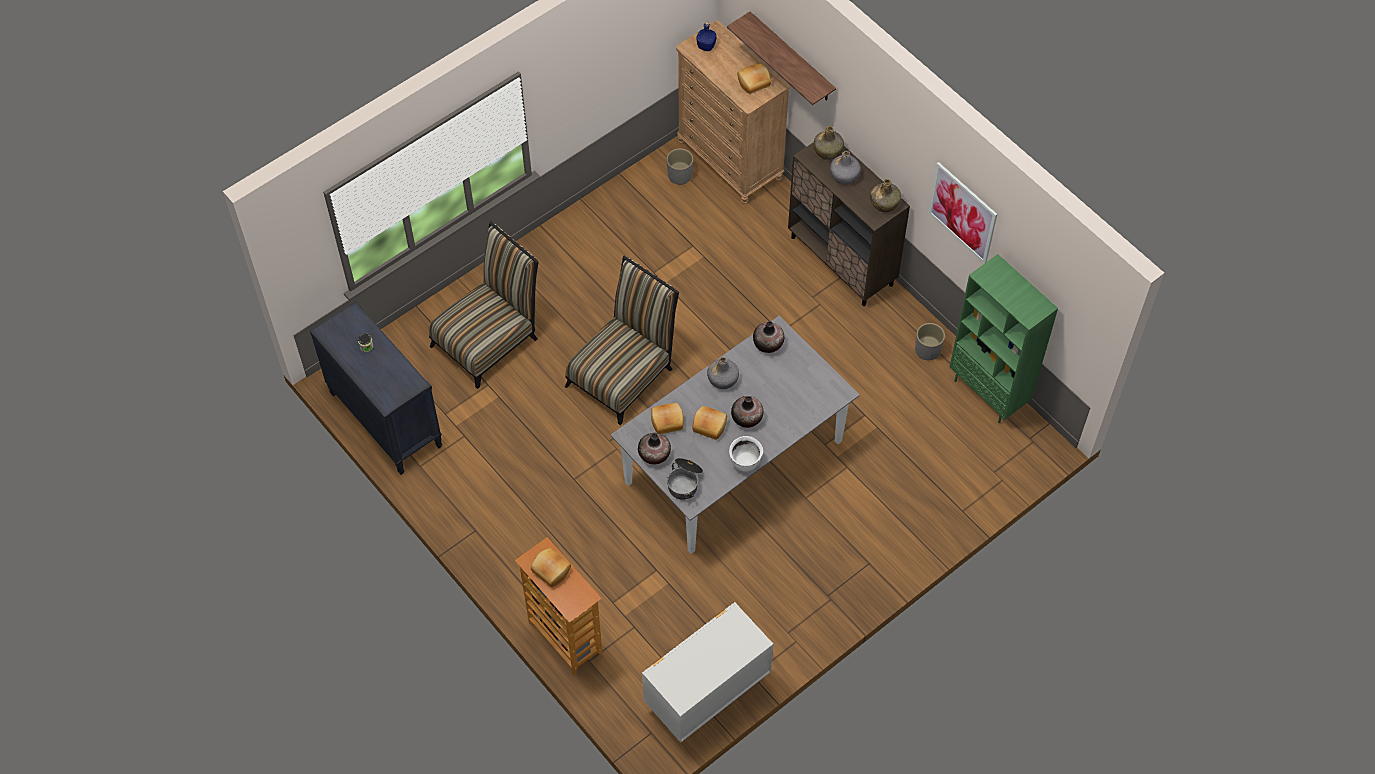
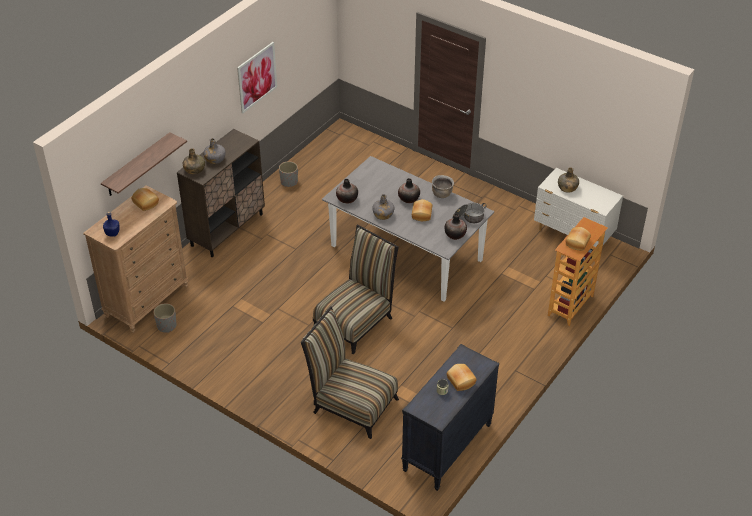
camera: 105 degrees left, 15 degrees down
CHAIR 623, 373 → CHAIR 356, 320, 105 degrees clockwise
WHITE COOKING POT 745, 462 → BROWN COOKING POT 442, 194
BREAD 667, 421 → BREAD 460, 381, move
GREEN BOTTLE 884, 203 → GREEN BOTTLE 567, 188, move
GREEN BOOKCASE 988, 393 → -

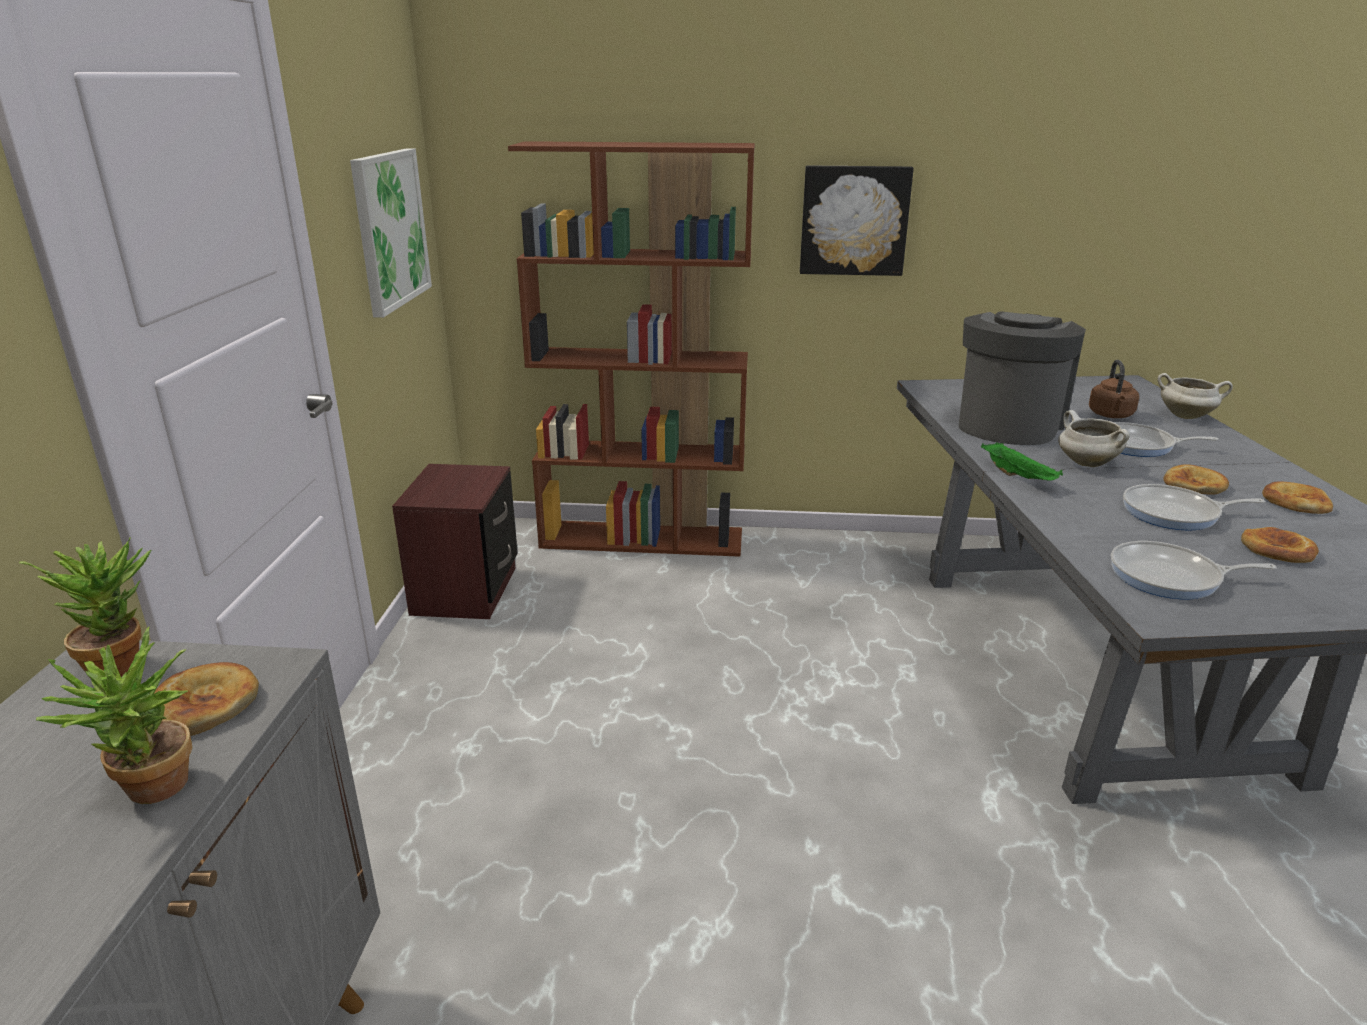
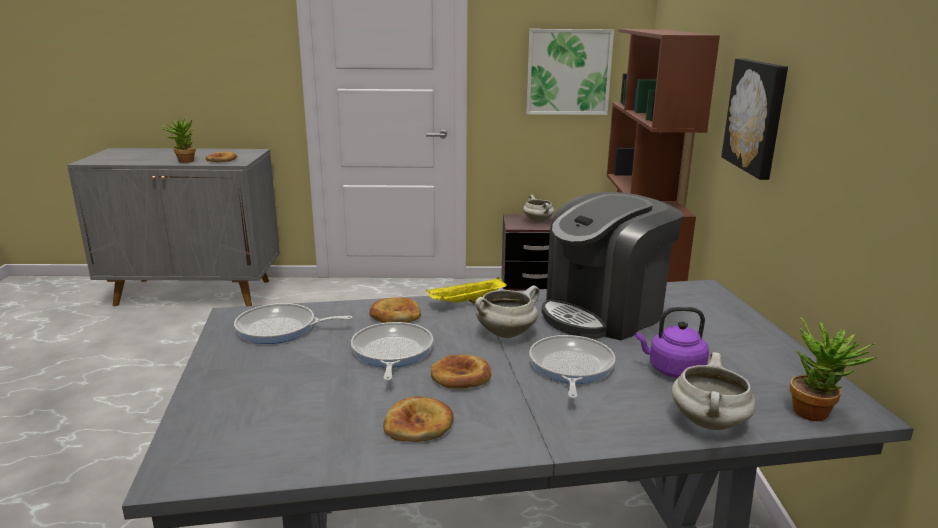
camera: 85 degrees right, 5 degrees down
FRYING PAN 1171, 577 → FRYING PAN 281, 329, 90 degrees counterclockwise
BREAD 1277, 550 → BREAD 395, 315, move
GREEN TRAY 1019, 477 → YELLOW TRAY 466, 303
- → WHITE COOKING POT 538, 221
COFFEE MACHINE 1008, 424 → COFFEE MACHINE 604, 313, 120 degrees clockwise
BROWN KETTLE 1111, 415 → PURPLE KETTLE 672, 370
POTTED PLANT 121, 662 → POTTED PLANT 817, 413, move

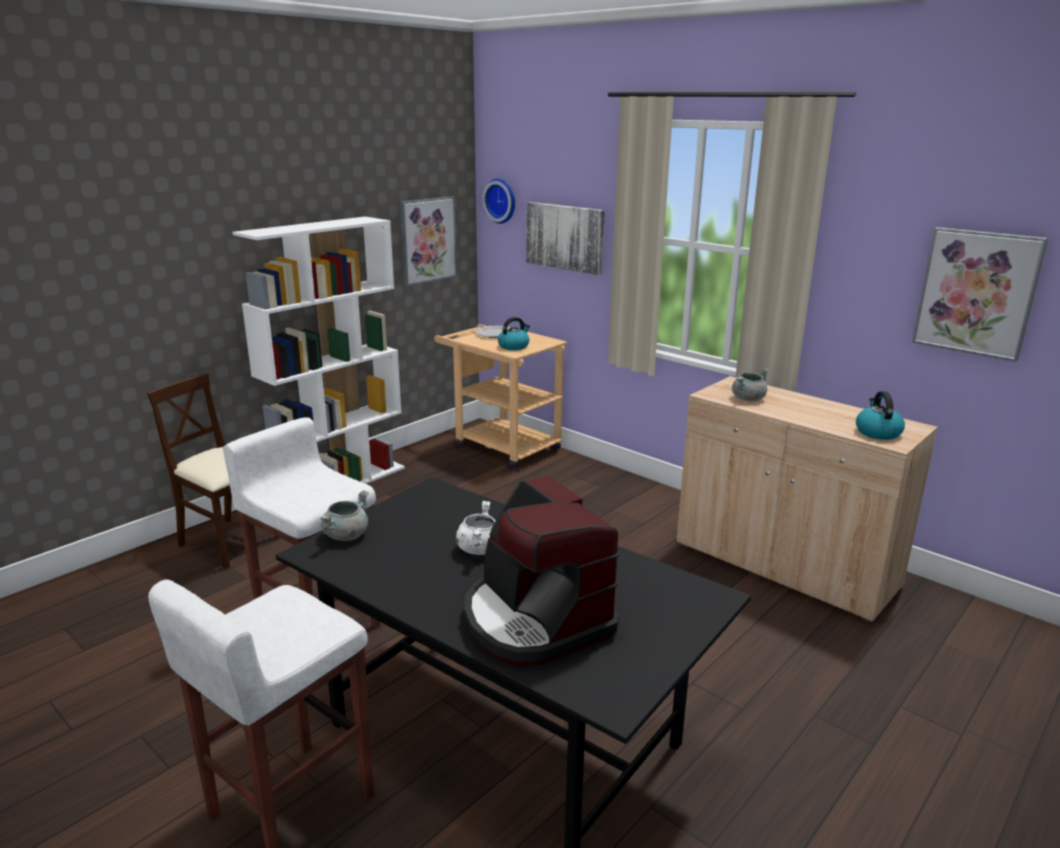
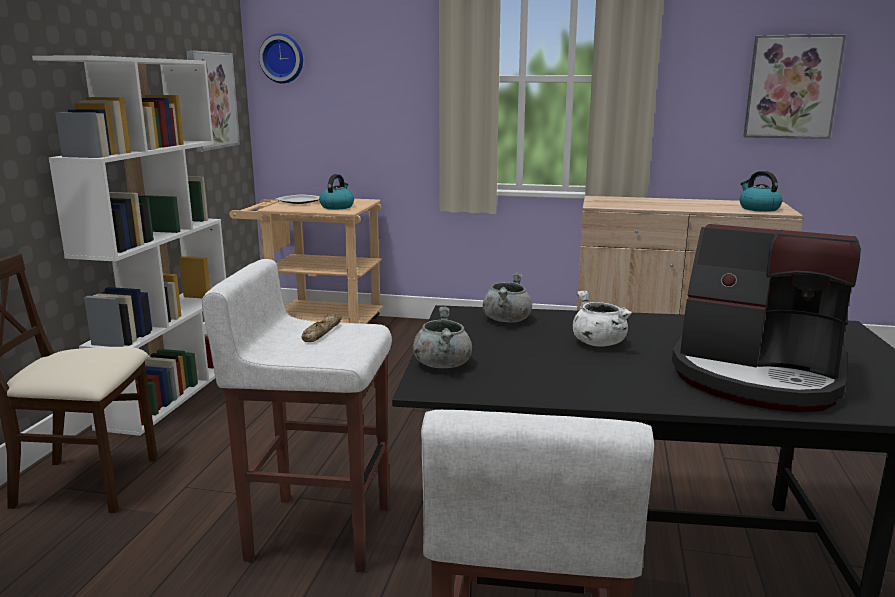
camera: 30 degrees left, 5 degrees down
- → BREAD 321, 332
GREY COOKING POT 748, 398 → GREY COOKING POT 506, 319, move
PICTURE 565, 237 → -

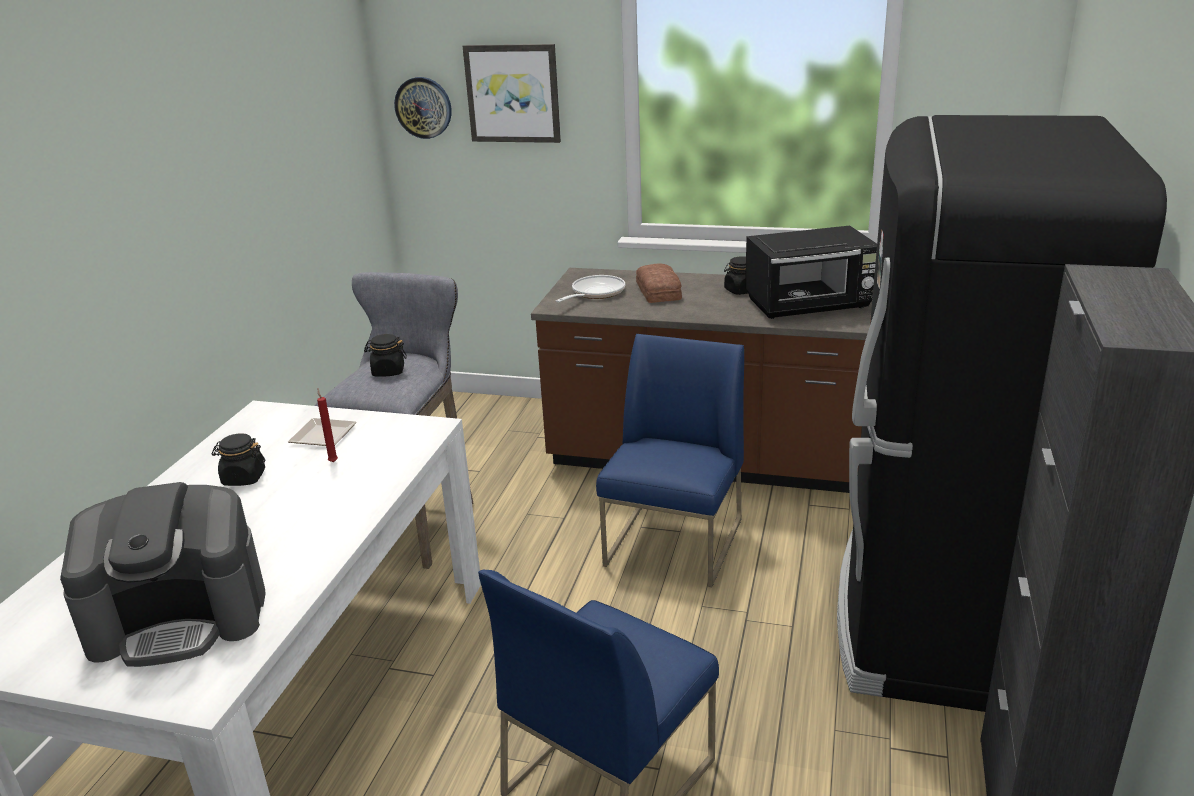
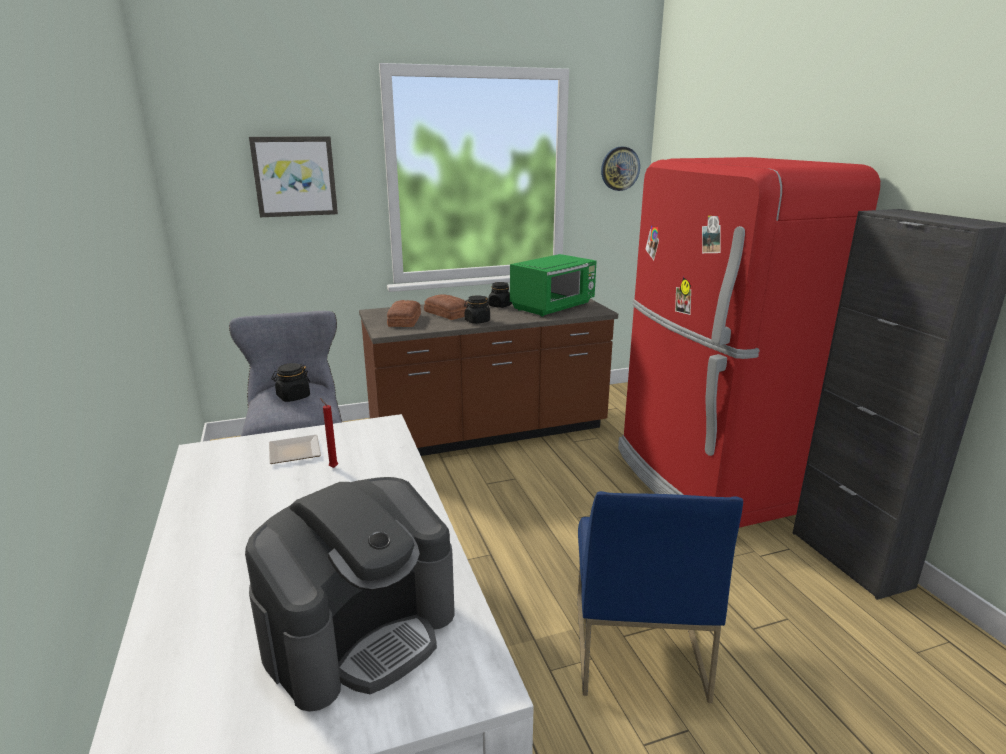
camera: 35 degrees left, 5 degrees down
FRYING PAN 595, 293 → BREAD 403, 320
BLACK JAR 243, 478 → BLACK JAR 477, 321, move
BLACK MICROWAVE 810, 305 → GREEN MICROWAVE 553, 307
WALL CLOCK 423, 107 → WALL CLOCK 620, 168, move
BLACK FRIDGE 936, 617 → RED FRIDGE 703, 479
BLUE CHAIR 675, 543 → -

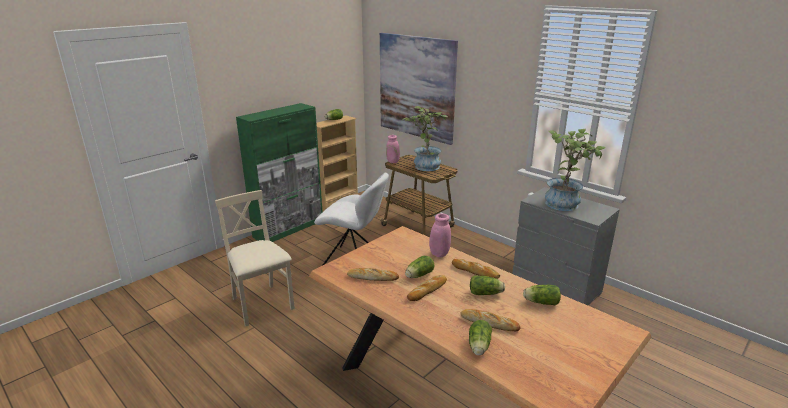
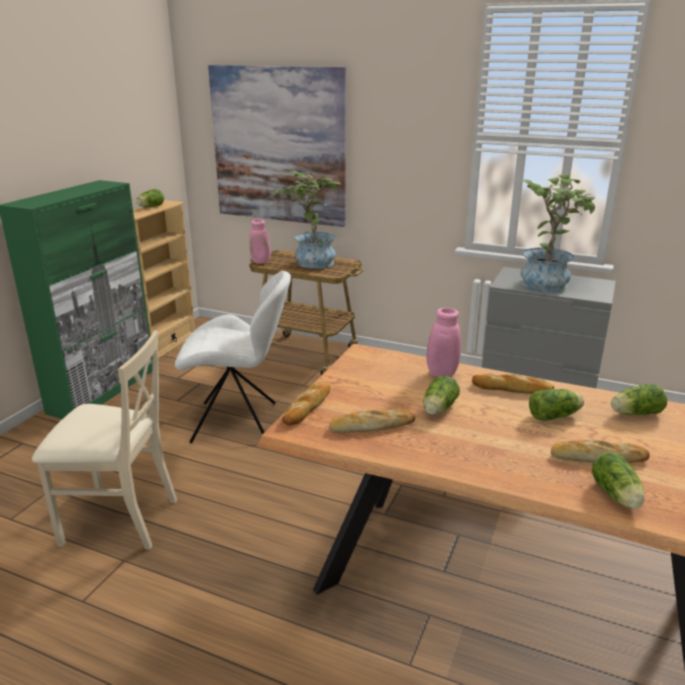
camera: 20 degrees left, 0 degrees up
BEIGE CHAIR 262, 304 → BEIGE CHAIR 119, 519, 150 degrees clockwise
BREAD 427, 290 → BREAD 307, 407, move

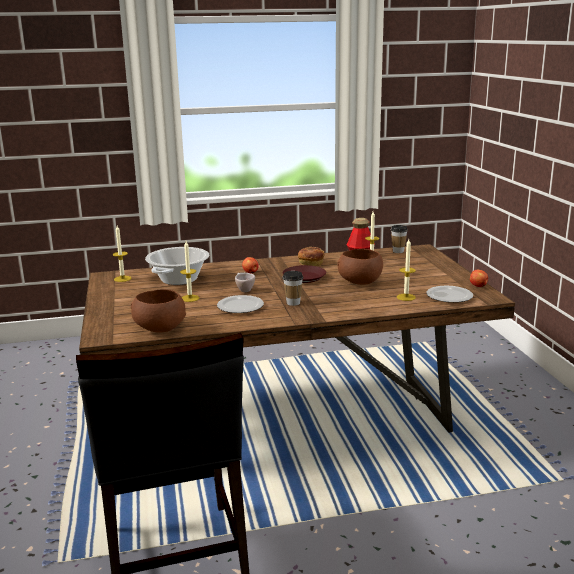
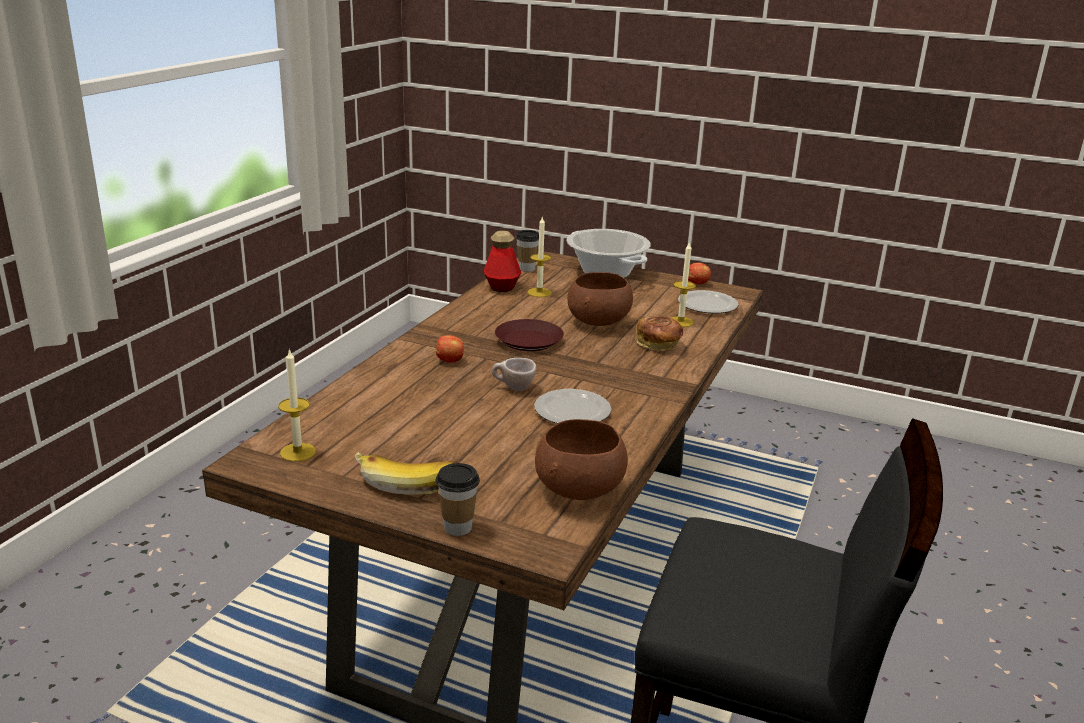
camera: 55 degrees left, 5 degrees up
- → BANANA 409, 481
CUP 293, 303 → CUP 457, 527, move
COOKING POT 179, 279 → COOKING POT 606, 272, move
BREAD 310, 263 → BREAD 658, 344, move
CANDLE 190, 298 → -

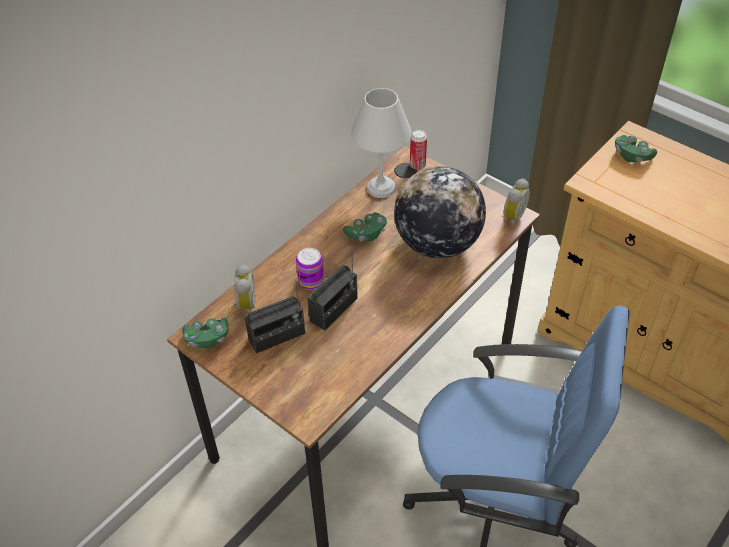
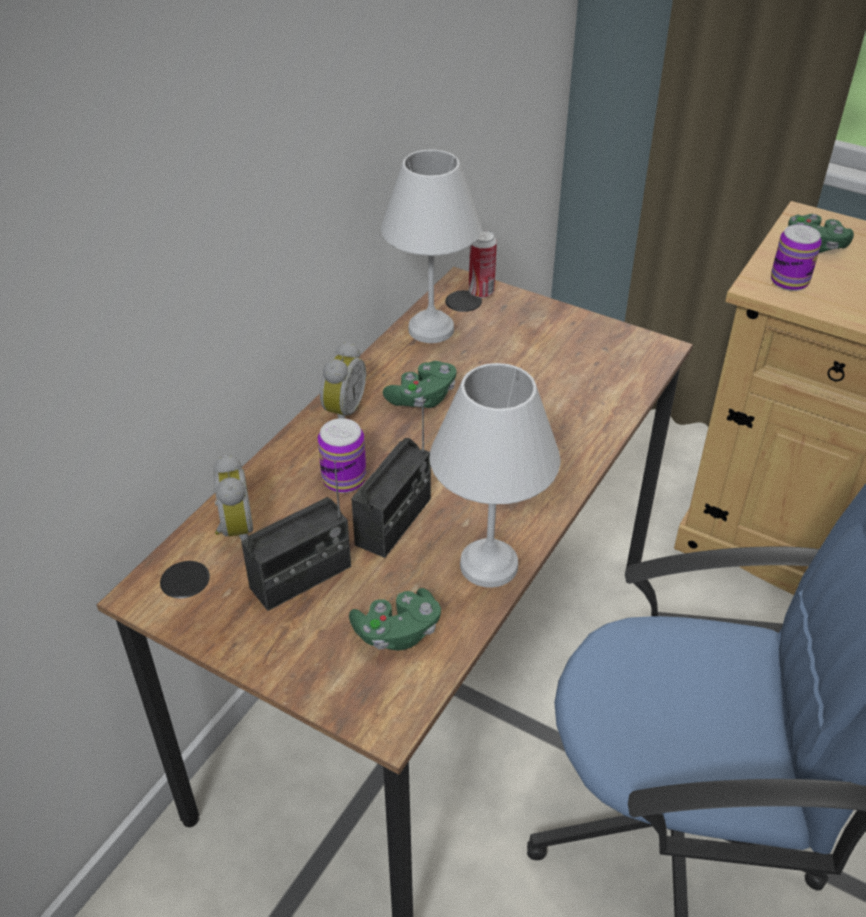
camera: 10 degrees left, 5 degrees down
ALARM CLOCK 512, 217 → ALARM CLOCK 342, 411, move
GREEN GAME CONTROLLER 207, 339 → GREEN GAME CONTROLLER 397, 632, move
- → WHITE TABLE LAMP 490, 563
- → CAN 789, 281
GLOBE 437, 244 → -

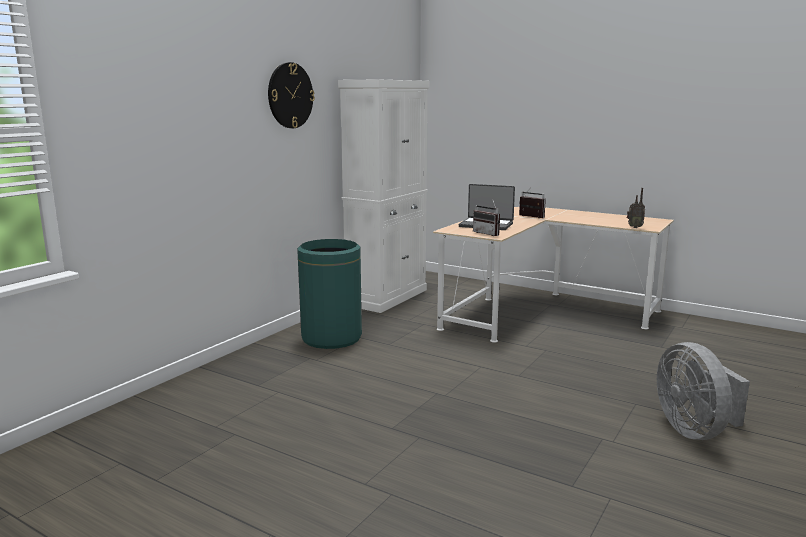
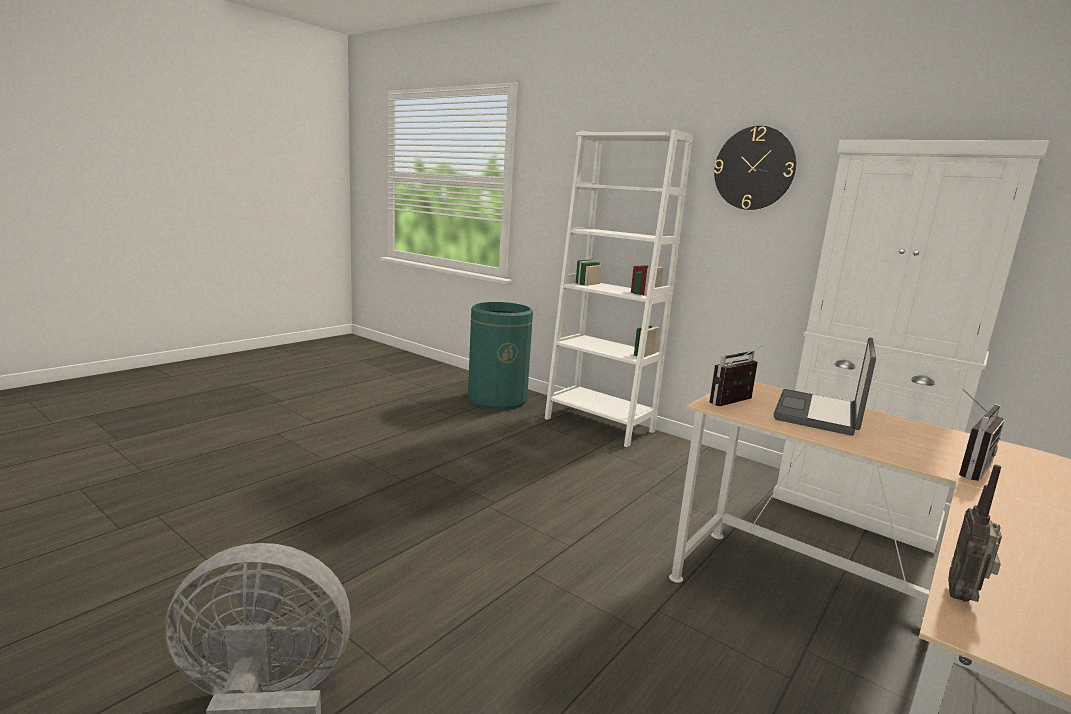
camera: 95 degrees right, 0 degrees up
GREEN TRASH CAN 331, 338 → GREEN TRASH CAN 497, 399, move
- → WHITE BOOKCASE 599, 425

